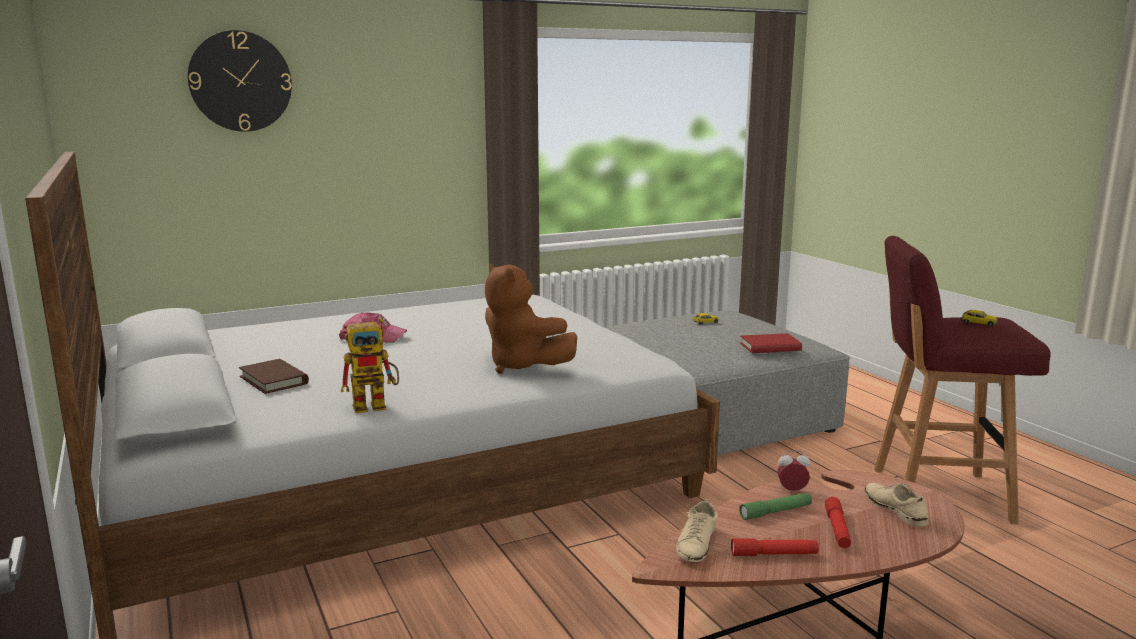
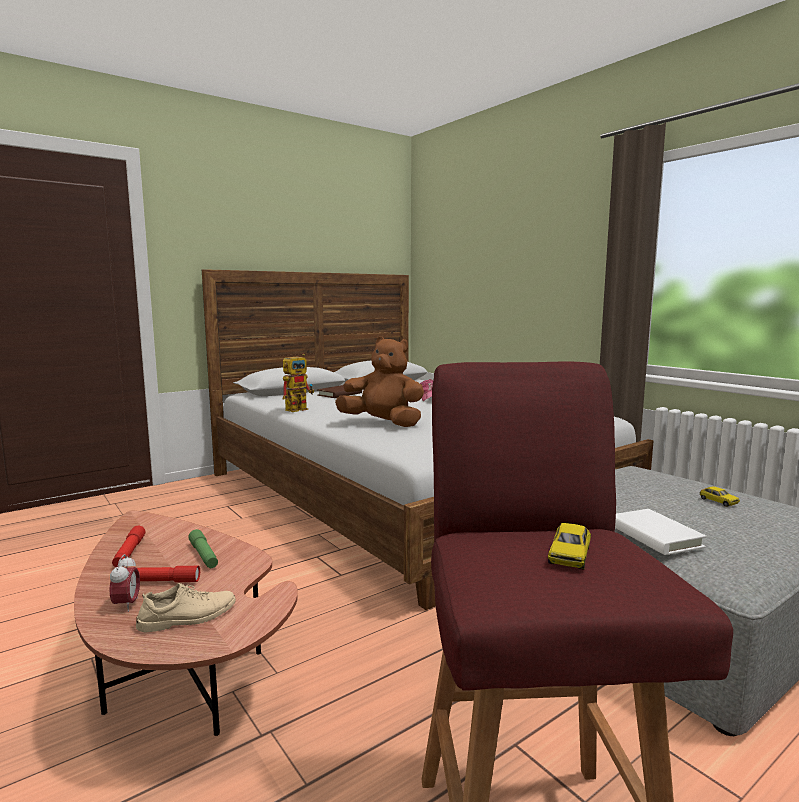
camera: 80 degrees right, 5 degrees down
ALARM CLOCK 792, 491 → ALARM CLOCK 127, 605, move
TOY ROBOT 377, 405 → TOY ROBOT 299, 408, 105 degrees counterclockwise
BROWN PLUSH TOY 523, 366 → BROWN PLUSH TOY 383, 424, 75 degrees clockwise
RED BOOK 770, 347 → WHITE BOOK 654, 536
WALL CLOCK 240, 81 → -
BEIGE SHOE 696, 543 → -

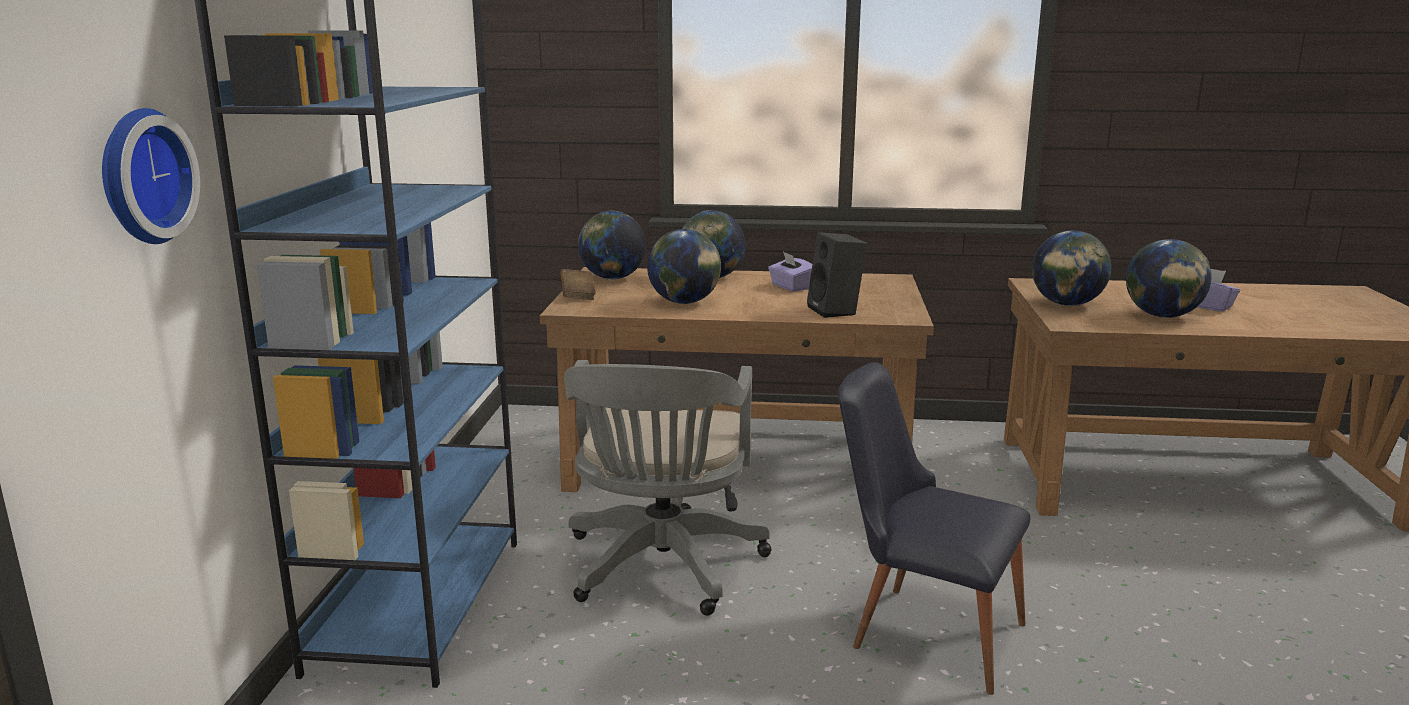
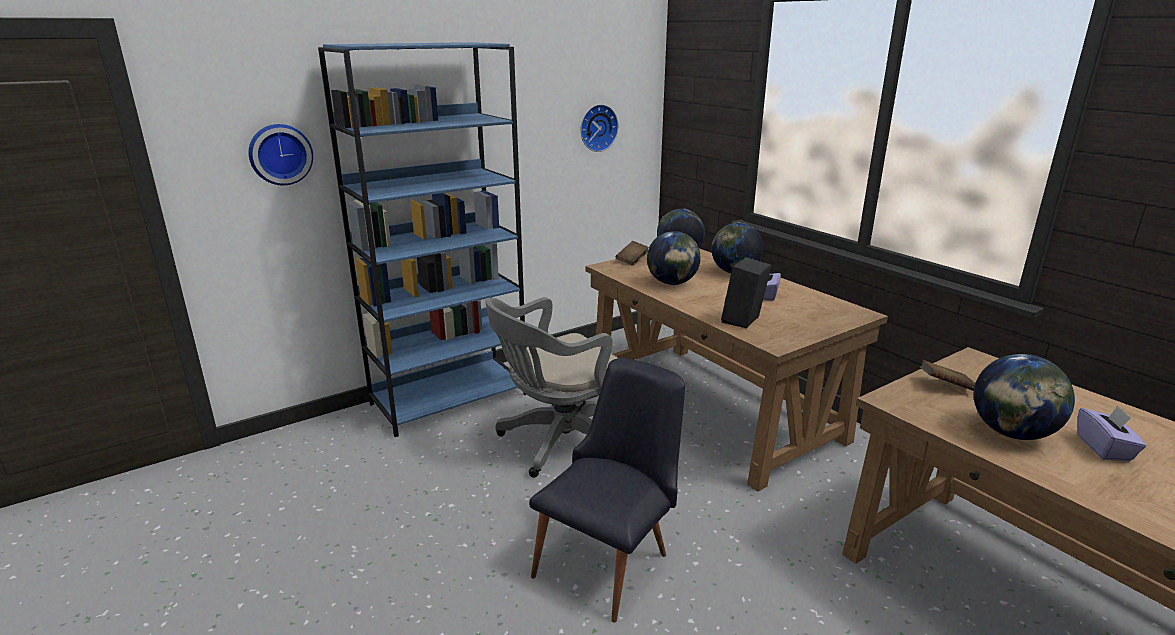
camera: 50 degrees right, 5 degrees up
BLACK CHAIR 922, 629 → BLACK CHAIR 611, 559, 45 degrees clockwise
- → WALL CLOCK 597, 127
GLOBE 1066, 305 → BROWN BOOK 944, 386

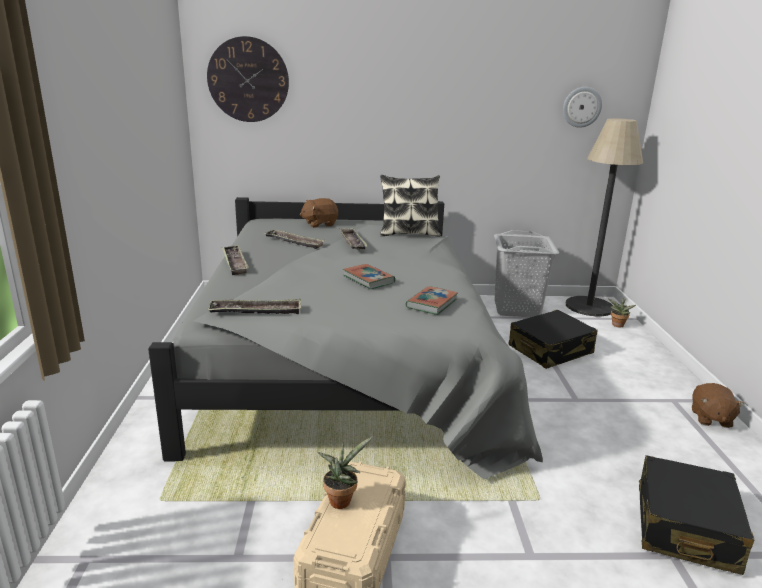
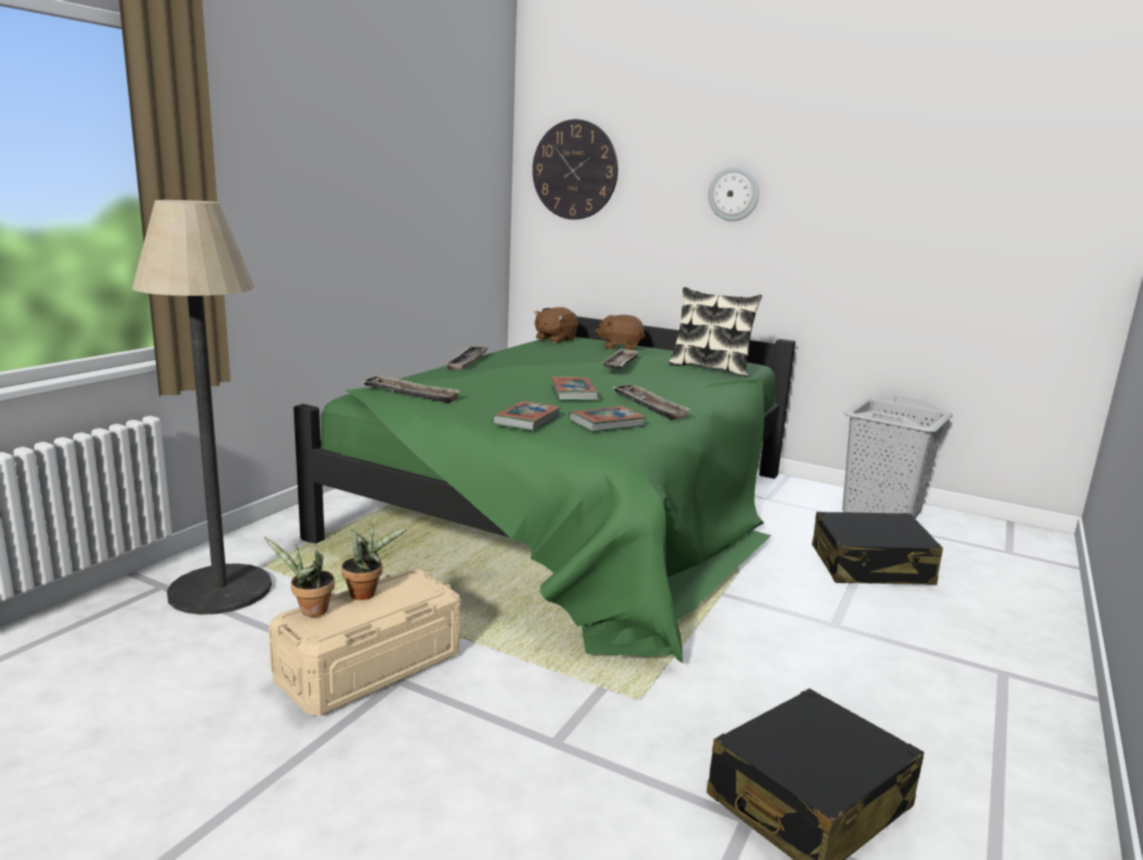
camera: 30 degrees right, 5 degrees down
FLOOR LAMP 589, 306 → FLOOR LAMP 220, 589, move
POTTED PLANT 617, 325 → POTTED PLANT 309, 611, move
GREY BED 347, 362 → GREEN BED 578, 511
- → BOOK 526, 421
BROWN PLUSH TOY 710, 418 → BROWN PLUSH TOY 554, 339, move
TRAY 294, 242 → TRAY 649, 406, move
WALL CLOCK 581, 107 → WALL CLOCK 734, 194, move

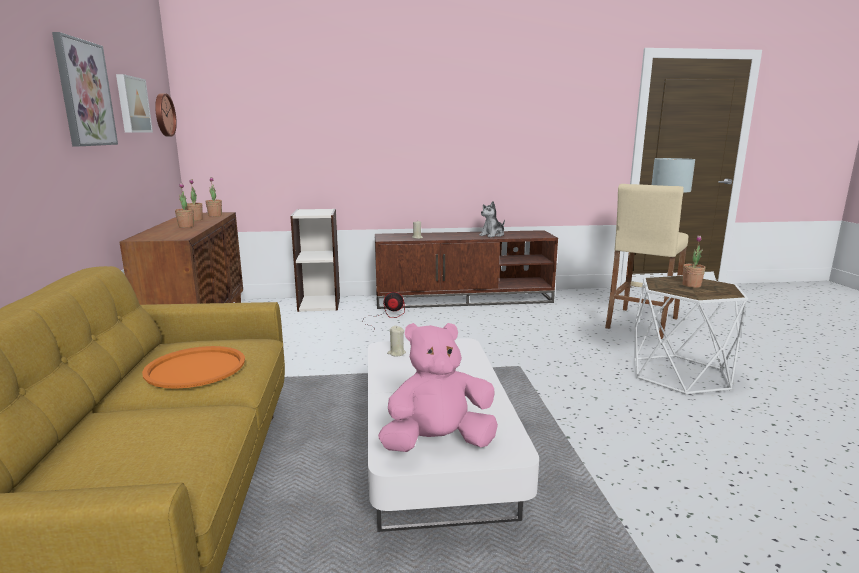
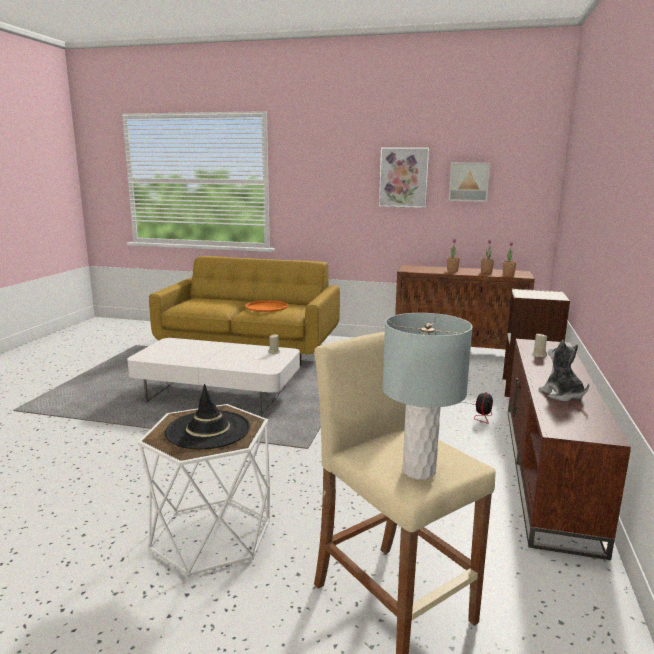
camera: 110 degrees right, 0 degrees up
POTTED PLANT 691, 285 → BLACK HAT 208, 430
WALL CLOCK 163, 115 → -
PINK PLUSH TOY 438, 443 → -

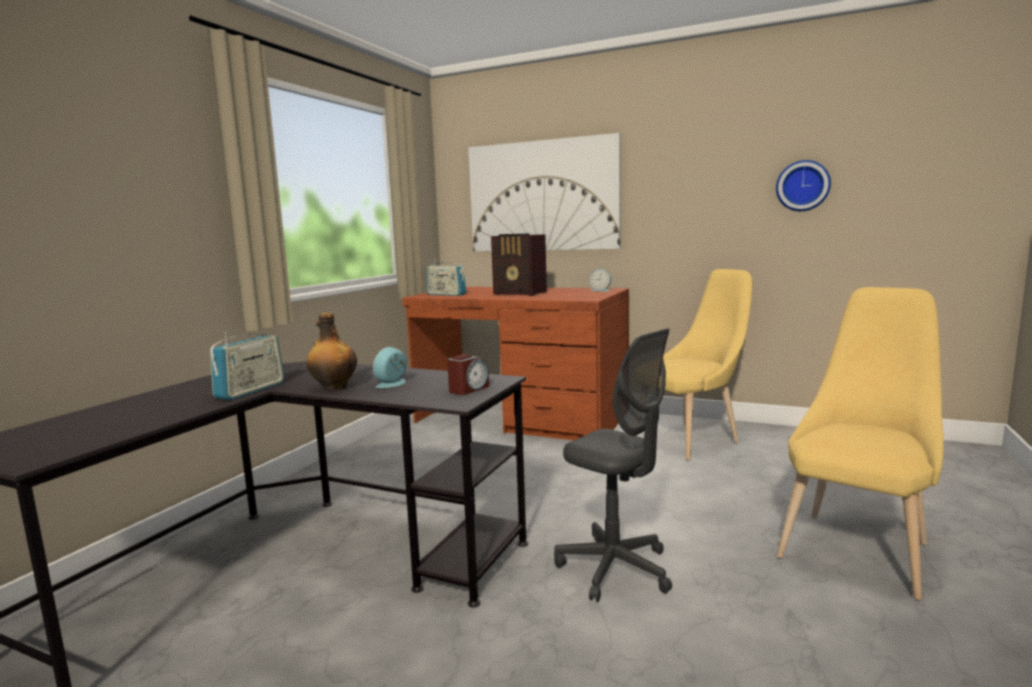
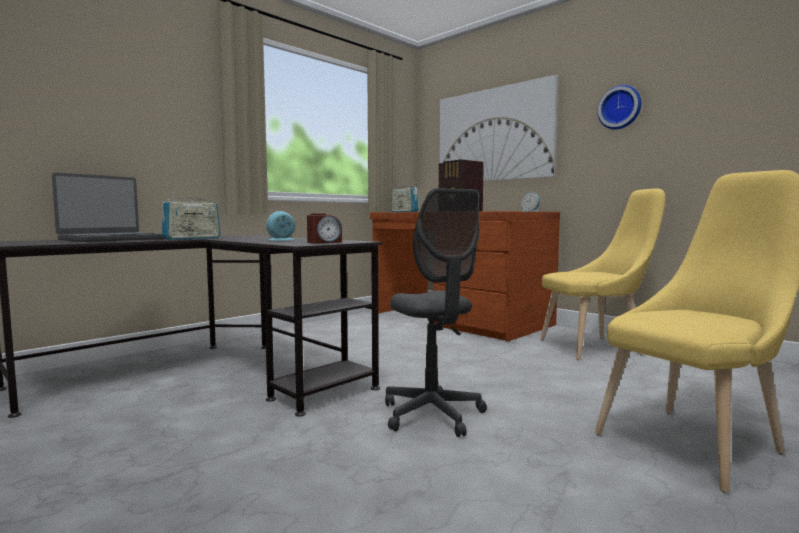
camera: 20 degrees right, 5 degrees down
- → LAPTOP 113, 239
WALL CLOCK 802, 186 → WALL CLOCK 620, 108, move
BOTTLE 334, 388 → -

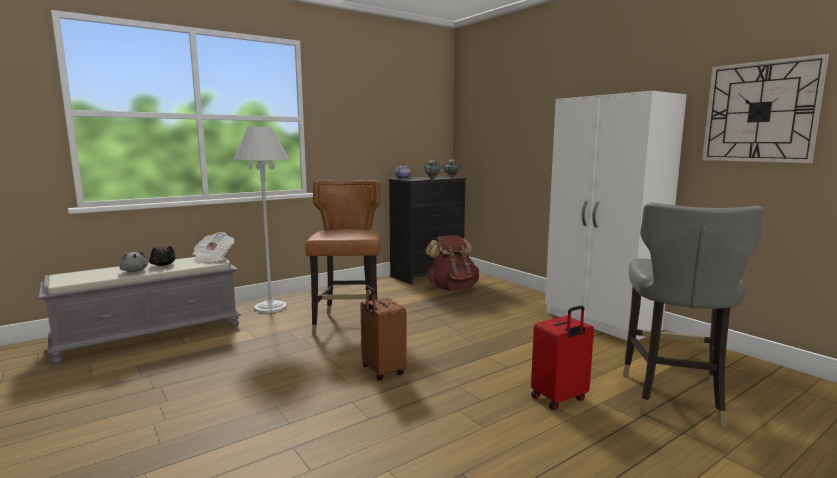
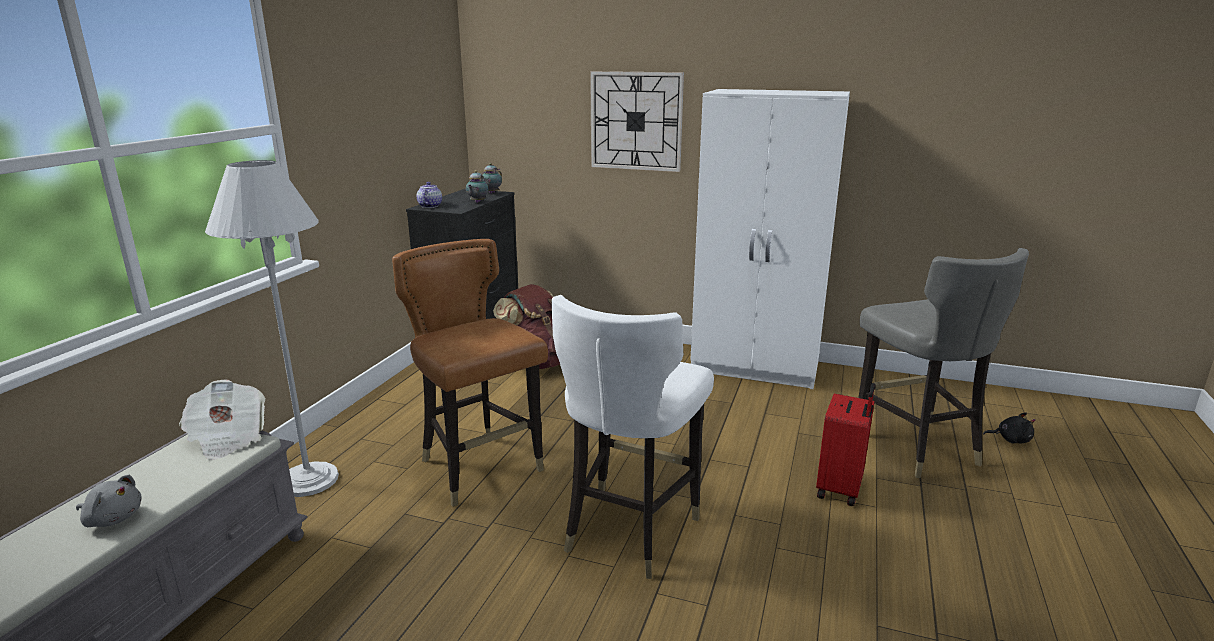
camera: 35 degrees left, 10 degrees up
BROWN SUITCASE 382, 371 → WHITE CHAIR 629, 530
WALL CLOCK 760, 112 → WALL CLOCK 636, 121, move
BLACK PLUSH TOY 163, 265 → BLACK PLUSH TOY 1010, 439, move

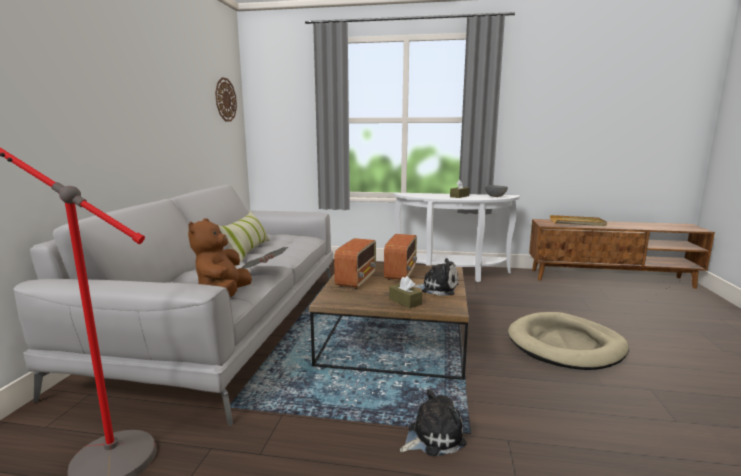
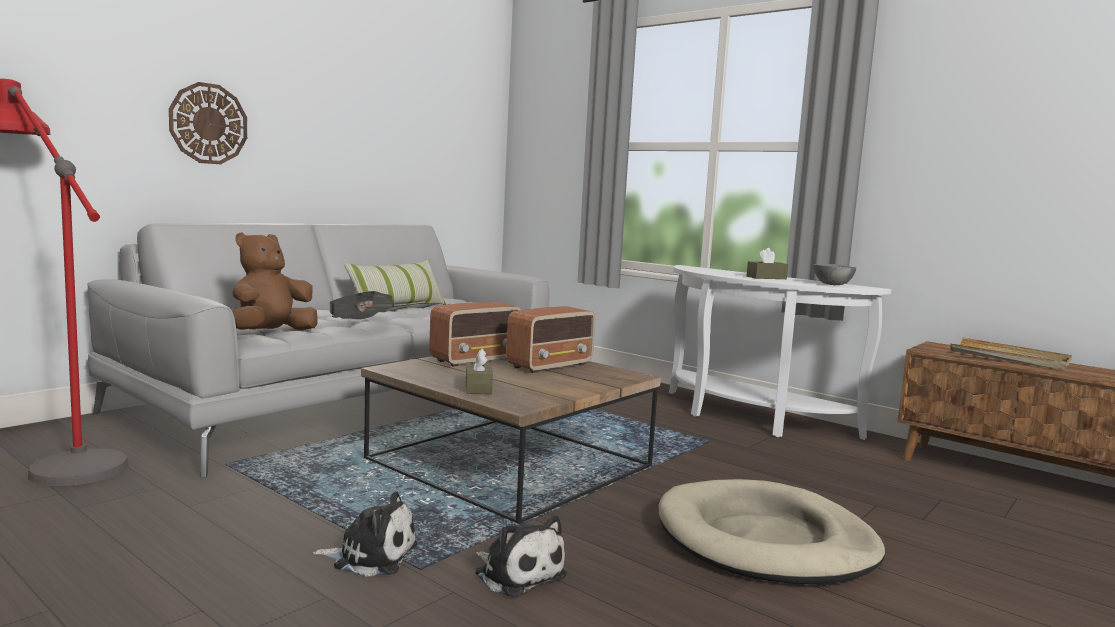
camera: 30 degrees right, 5 degrees down
WALL CLOCK 225, 99 → WALL CLOCK 208, 123, move
PLUSH TOY 437, 288 → PLUSH TOY 517, 573, move

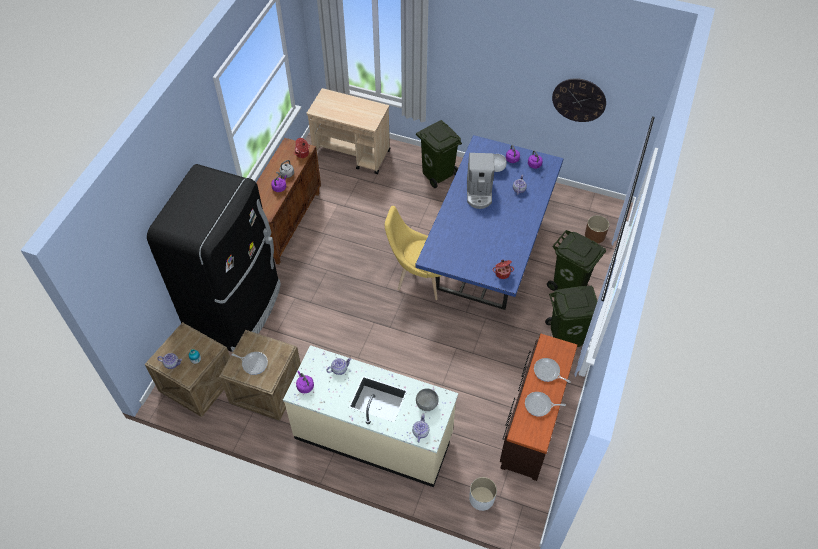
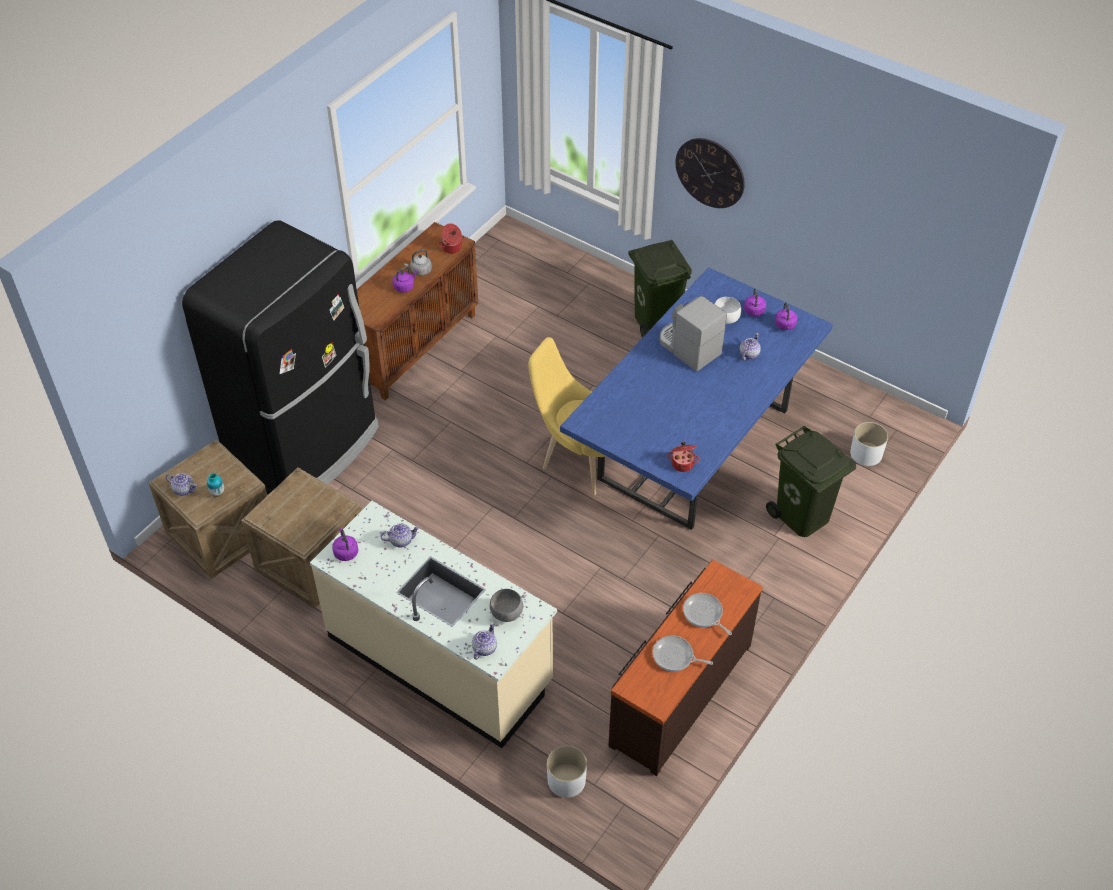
camera: 15 degrees right, 5 degrees down
COFFEE MACHINE 479, 192 → COFFEE MACHINE 688, 347, 120 degrees clockwise
WALL CLOCK 579, 100 → WALL CLOCK 710, 173, move
BROWN PLANTER 595, 235 → WHITE PLANTER 866, 454
FRYING PAN 253, 363 → -
BEIGE CART 352, 154 → -
GREEN TRASH CAN 566, 336 → -

